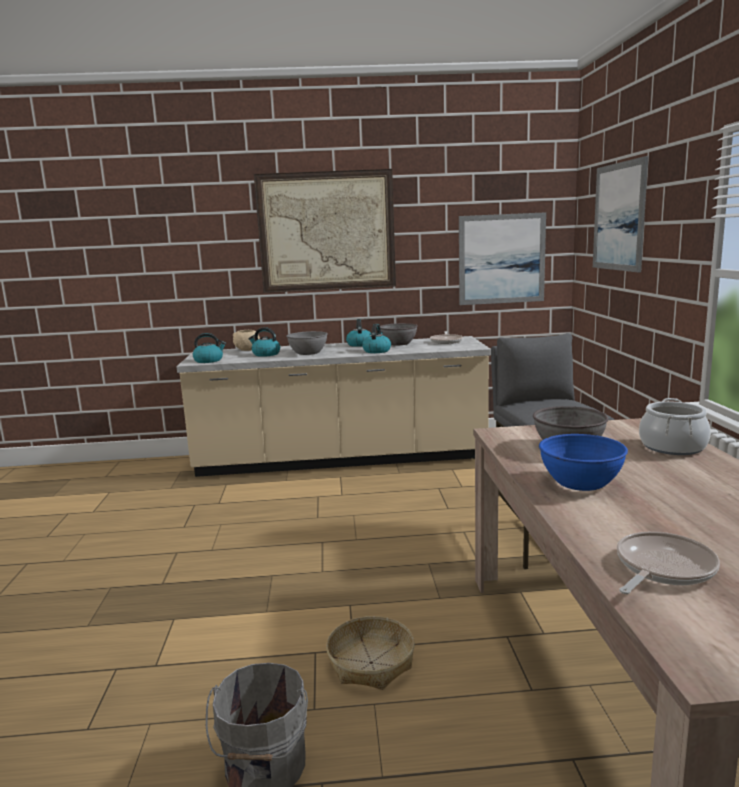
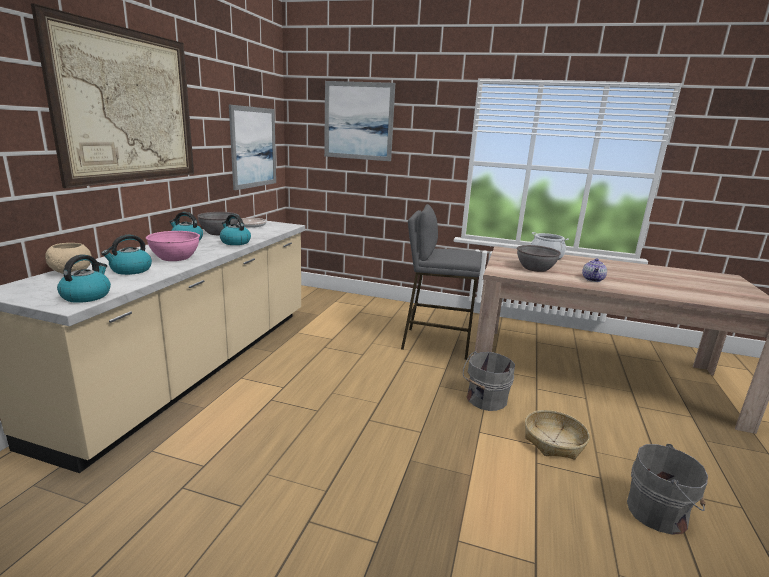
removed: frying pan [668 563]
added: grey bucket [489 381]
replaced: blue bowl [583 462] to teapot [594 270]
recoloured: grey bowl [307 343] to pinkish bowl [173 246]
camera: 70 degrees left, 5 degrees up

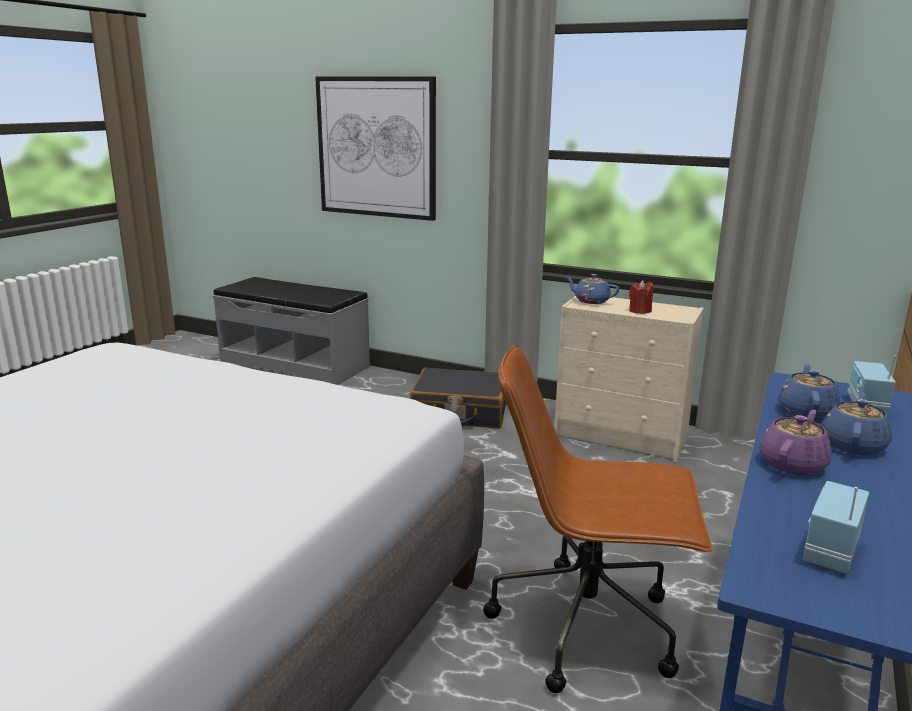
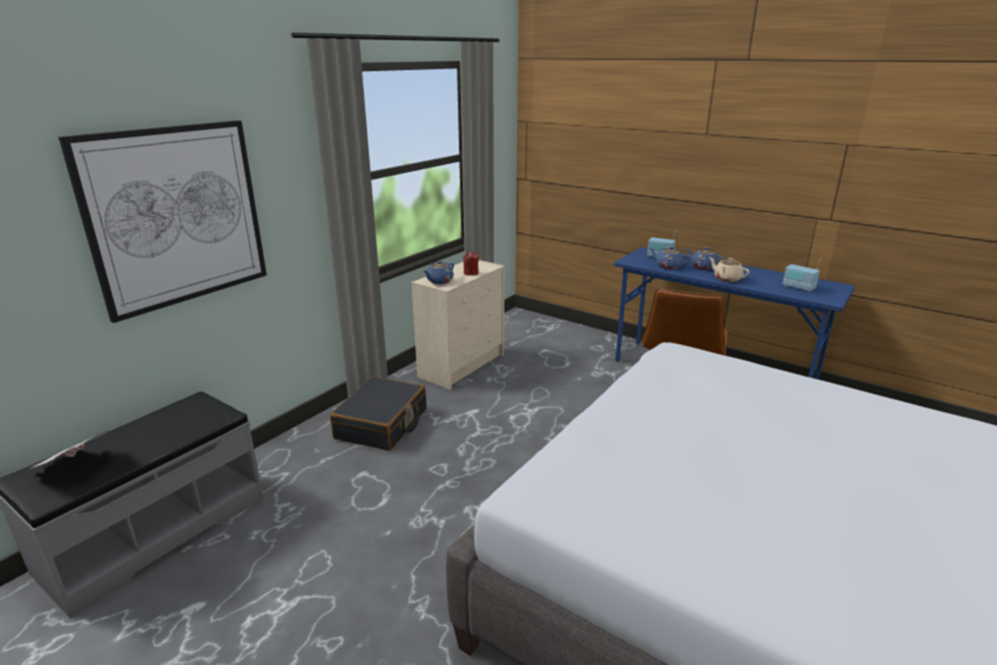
added: newspaper [69 450]
recoloured: purplish teapot [795 442] to beige-coloured teapot [729 269]
camera: 80 degrees left, 5 degrees up

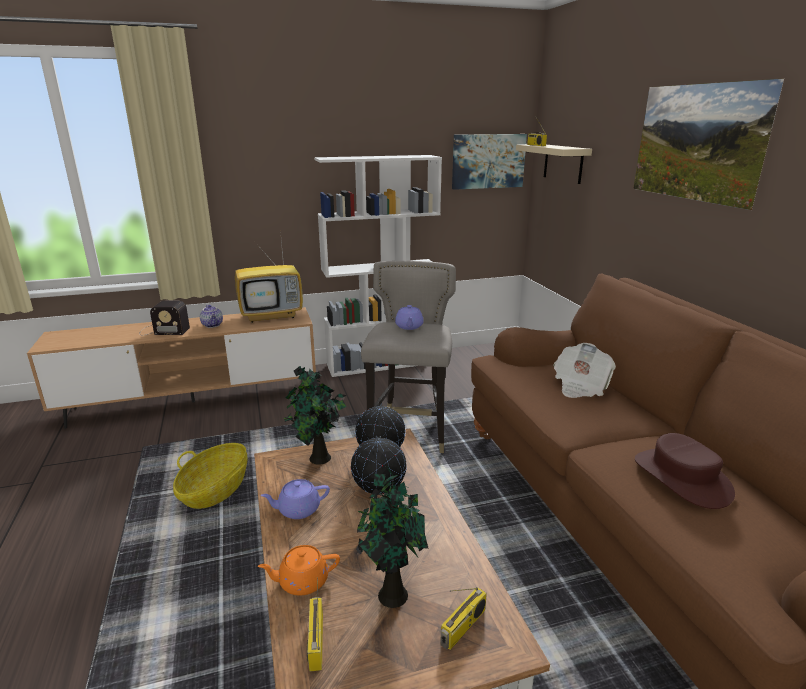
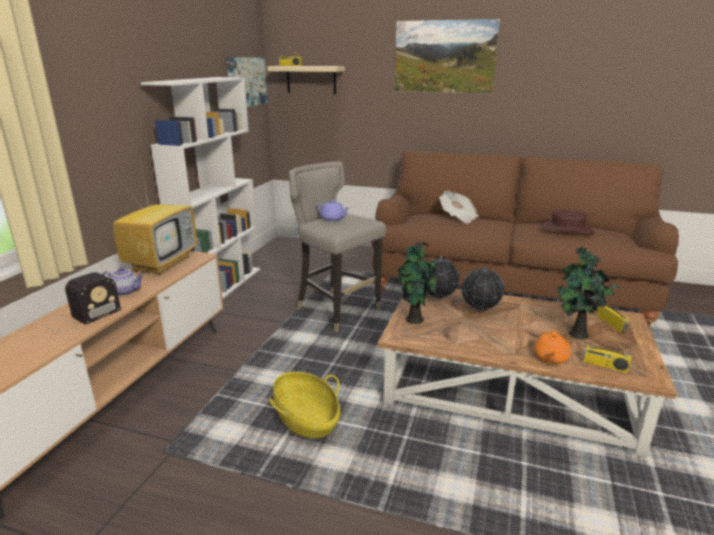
removed: purplish teapot [295 499]
camera: 55 degrees left, 0 degrees up

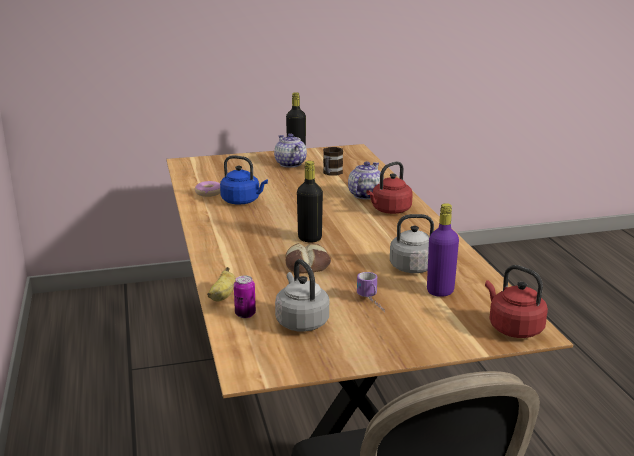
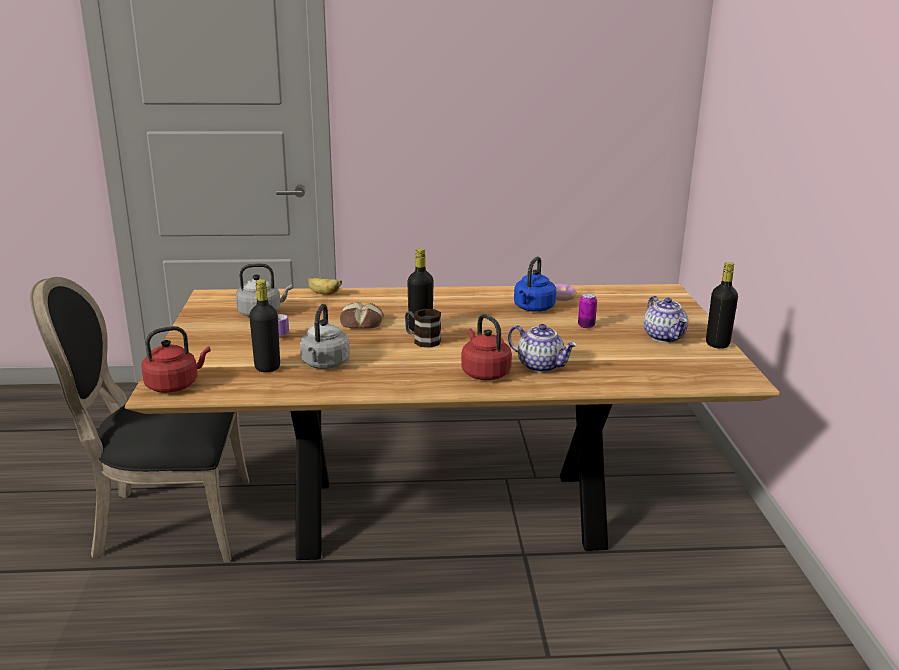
moved: mug [333 161] to [423 328]; sealed can [245 296] to [587 310]
recoloured: purplish beverage bottle [443 250] to black beverage bottle [264 325]
turned: teapot [290 150] = [666 319] 90 degrees clockwise
camera: 100 degrees right, 0 degrees up

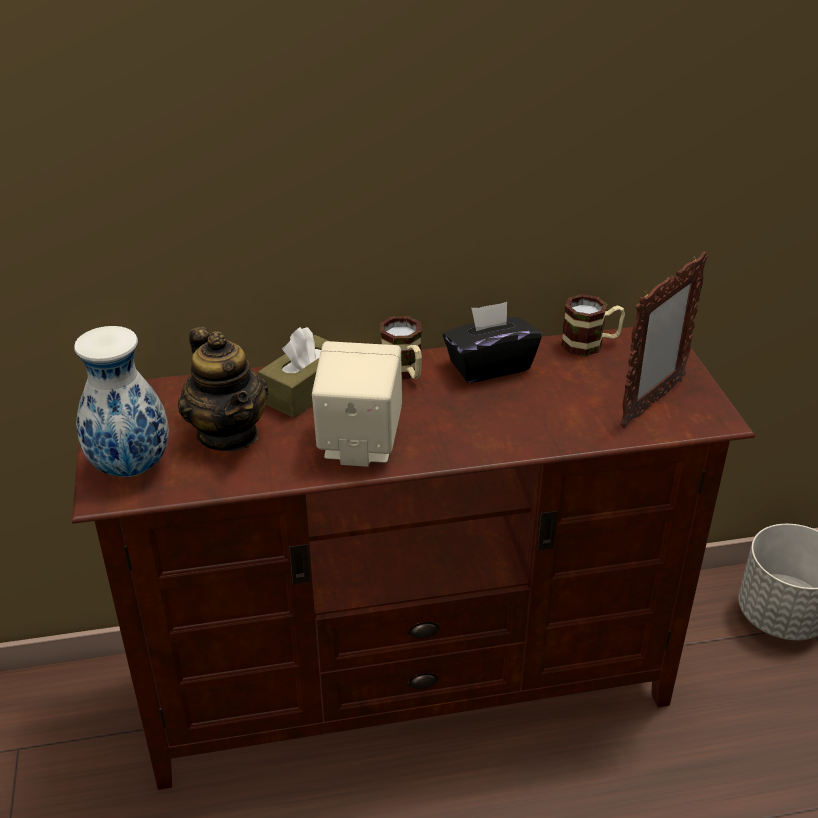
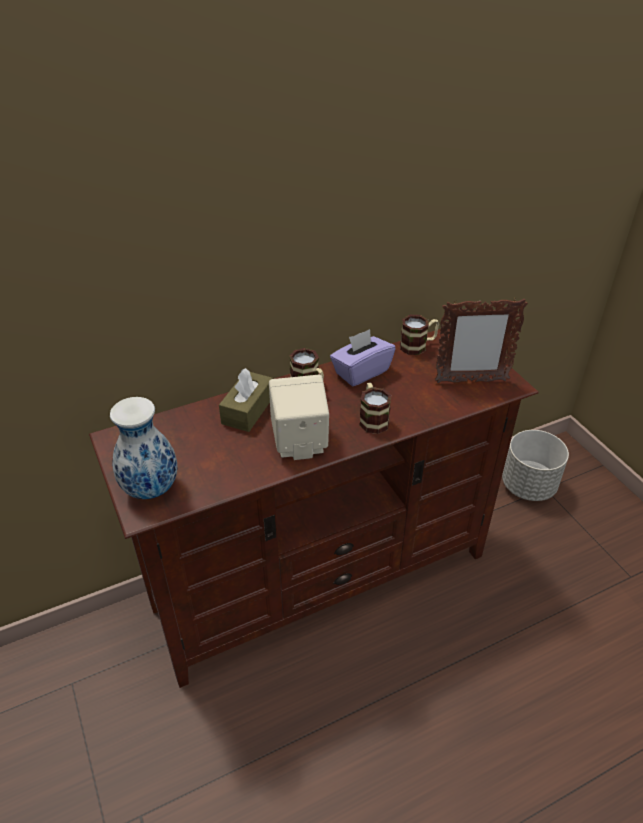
removed: teapot [223 389]
added: mug [375 408]
recoloured: black tissue box [492 342] to purplish tissue box [363 357]
turned: photo frame [664 340] = [481 340] 60 degrees clockwise
camera: 15 degrees left, 5 degrees up

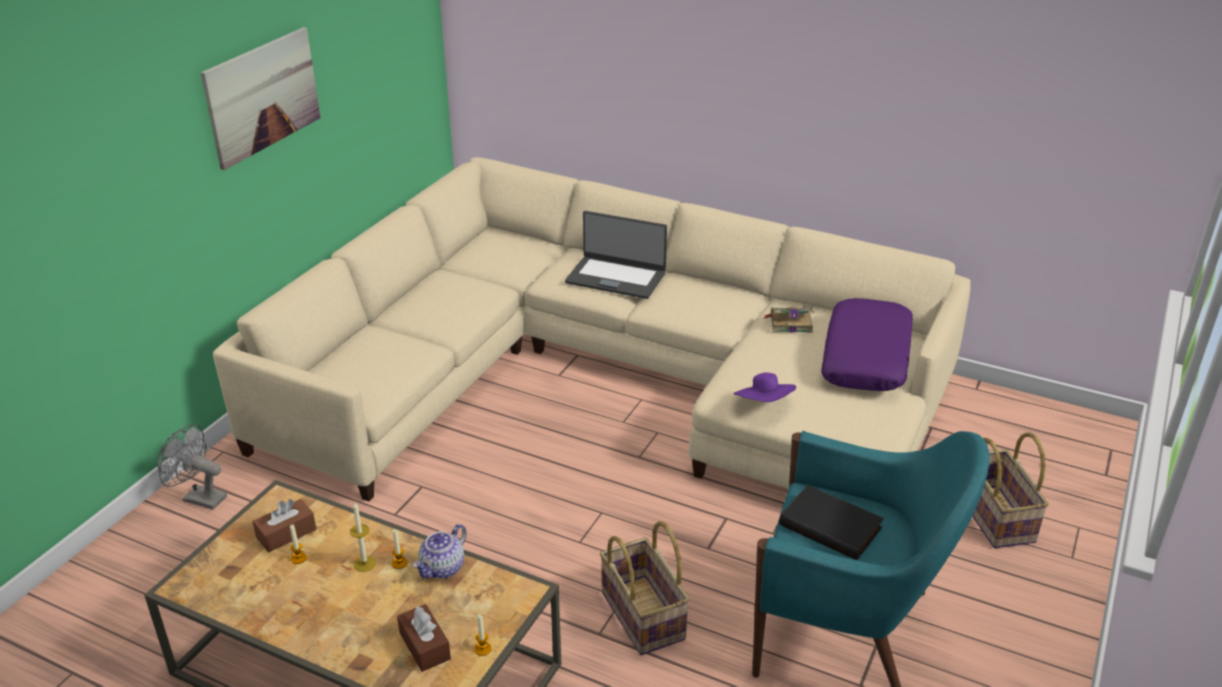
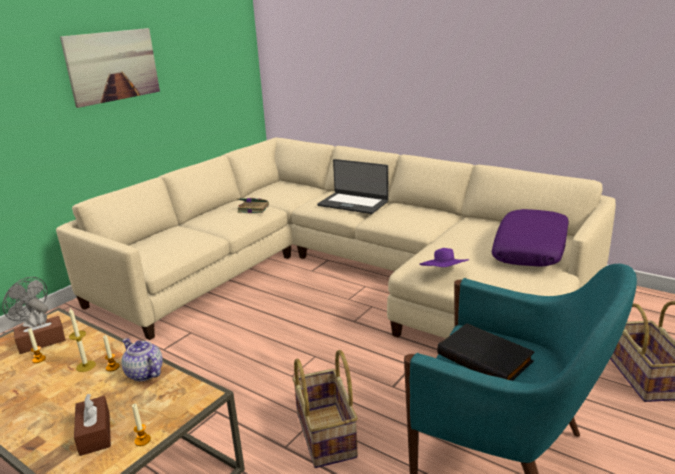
moved: book [789 320] to [253 205]
turned: teapot [440 551] = [142 359] 90 degrees clockwise
camera: 10 degrees right, 10 degrees down

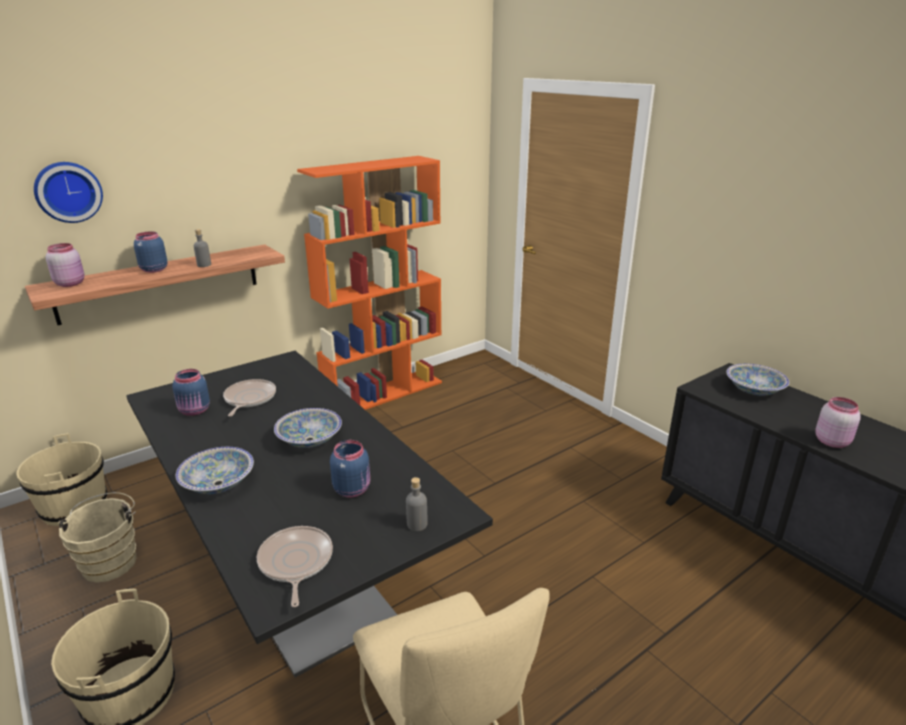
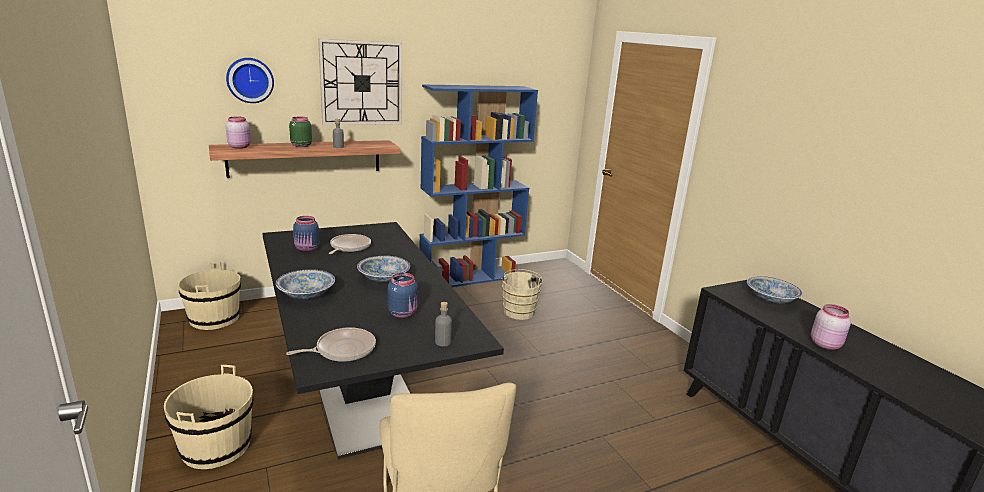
added: hanging clock [360 81]
moved: beige-coloured bucket [97 537] to [522 294]
recoloured: orangey bookshelf [369 283] to blue bookshelf [478 186]; blue storage jar [151 252] to green storage jar [300 132]
turned: frying pan [295 566] = [331 344] 60 degrees clockwise
camera: 10 degrees right, 5 degrees down

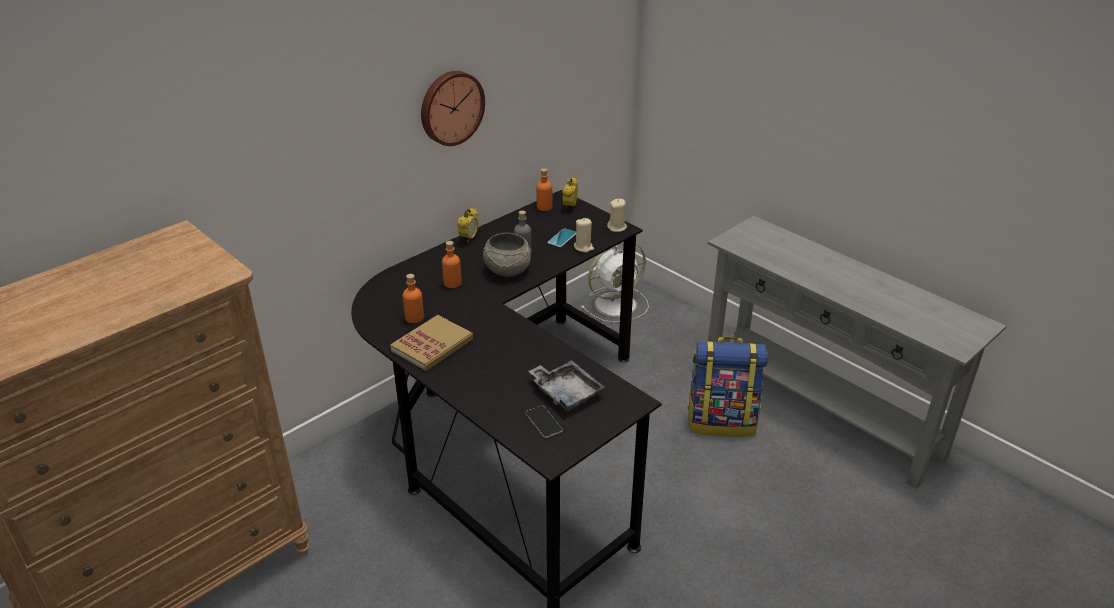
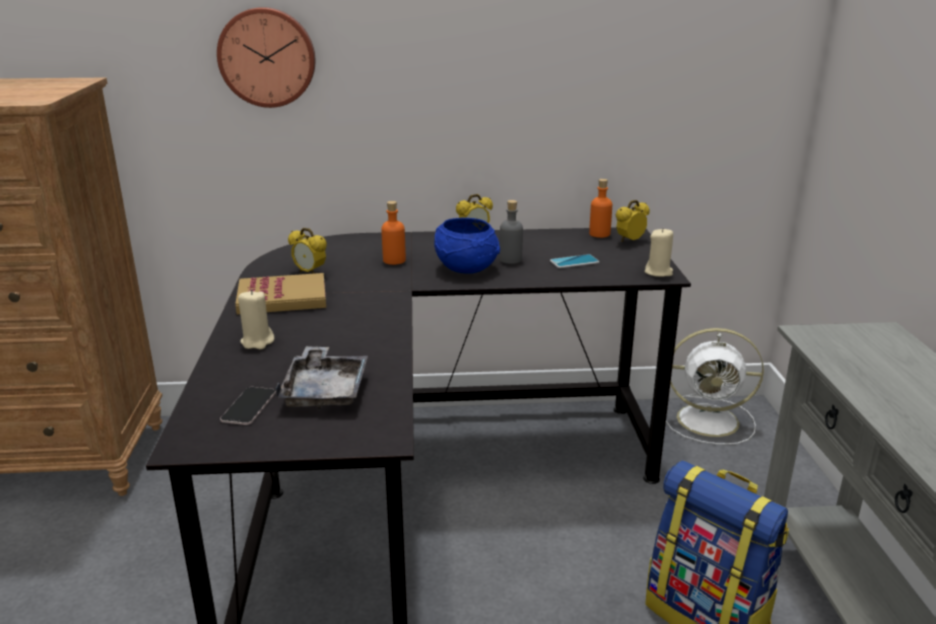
moved: hanging clock [453 108] to [266 57]; beige-coloured candle [584 235] to [256 319]
replaced: orangey beverage bottle [413 298] to alarm clock [307 251]
recoloured: grey bowl [507 255] to blue bowl [467 246]
camera: 40 degrees right, 10 degrees down

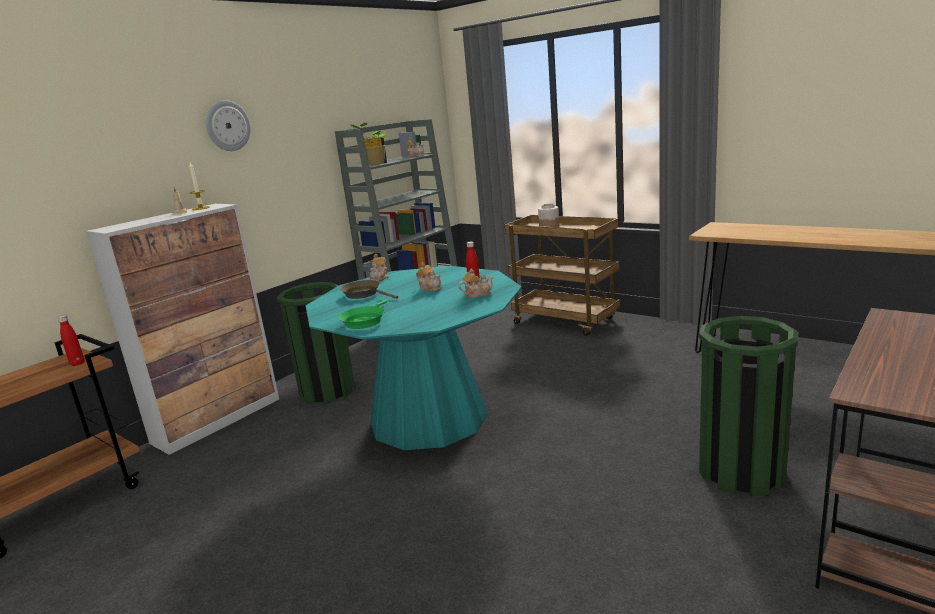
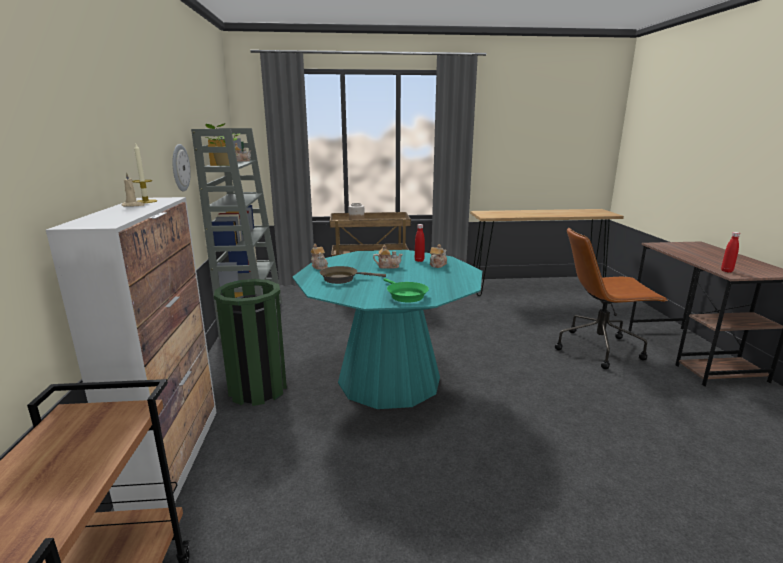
moved: hanging clock [228 125] to [181 168]; red beverage bottle [71 340] to [730 252]
replaced: green waste bin [748 406] to brownish computer chair [611 298]
camera: 45 degrees left, 0 degrees up

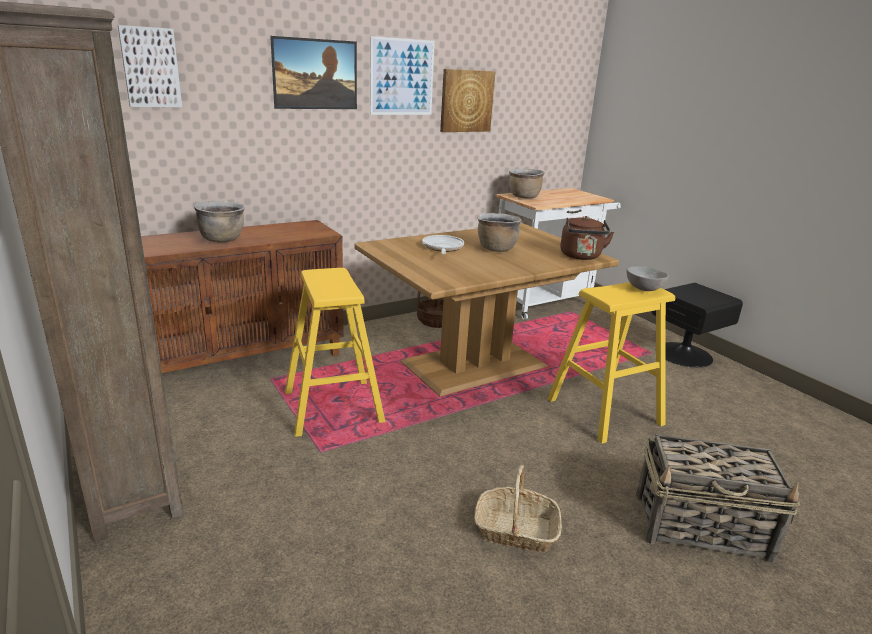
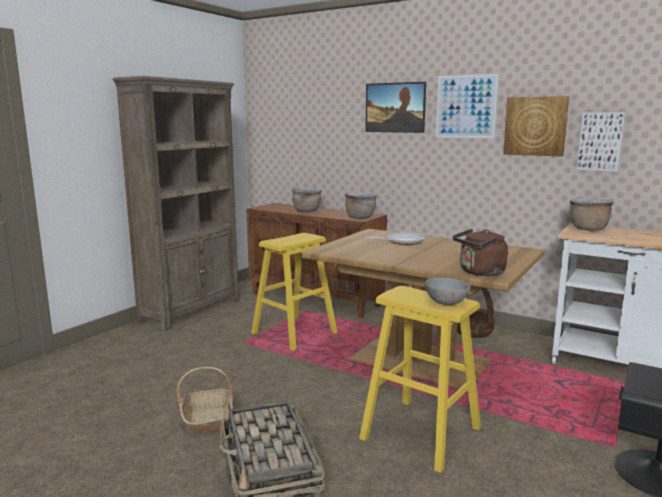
moved: wall picture [150 66] to [601 142]; brownish saucepot [499 232] to [361 206]
camera: 65 degrees right, 10 degrees down

